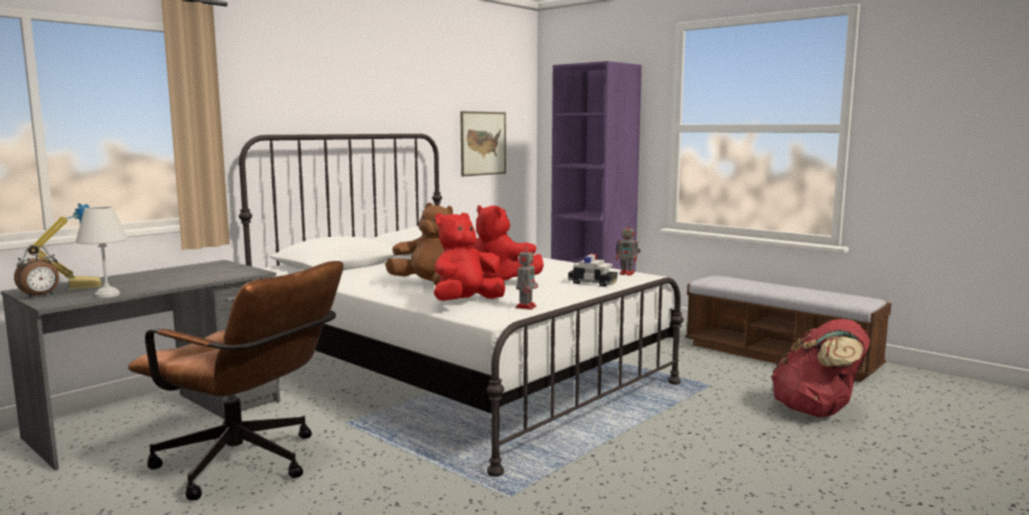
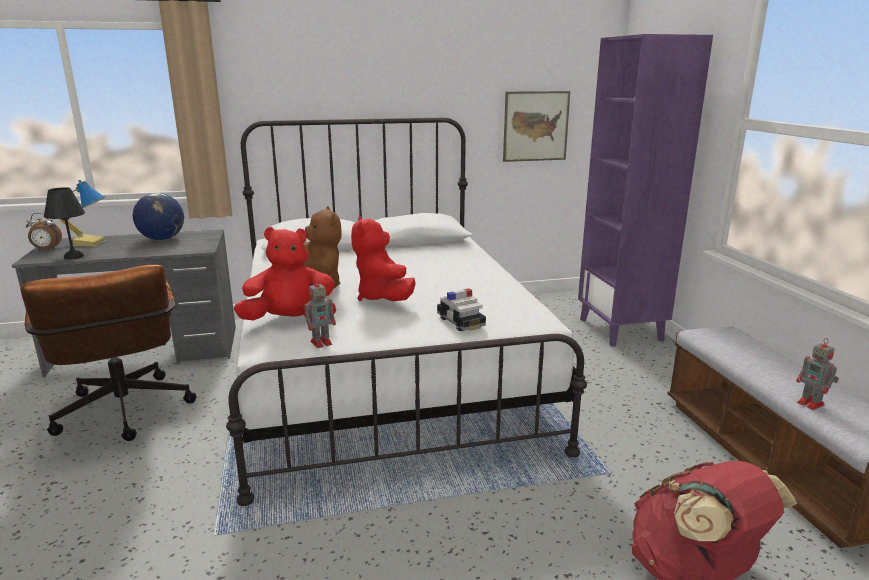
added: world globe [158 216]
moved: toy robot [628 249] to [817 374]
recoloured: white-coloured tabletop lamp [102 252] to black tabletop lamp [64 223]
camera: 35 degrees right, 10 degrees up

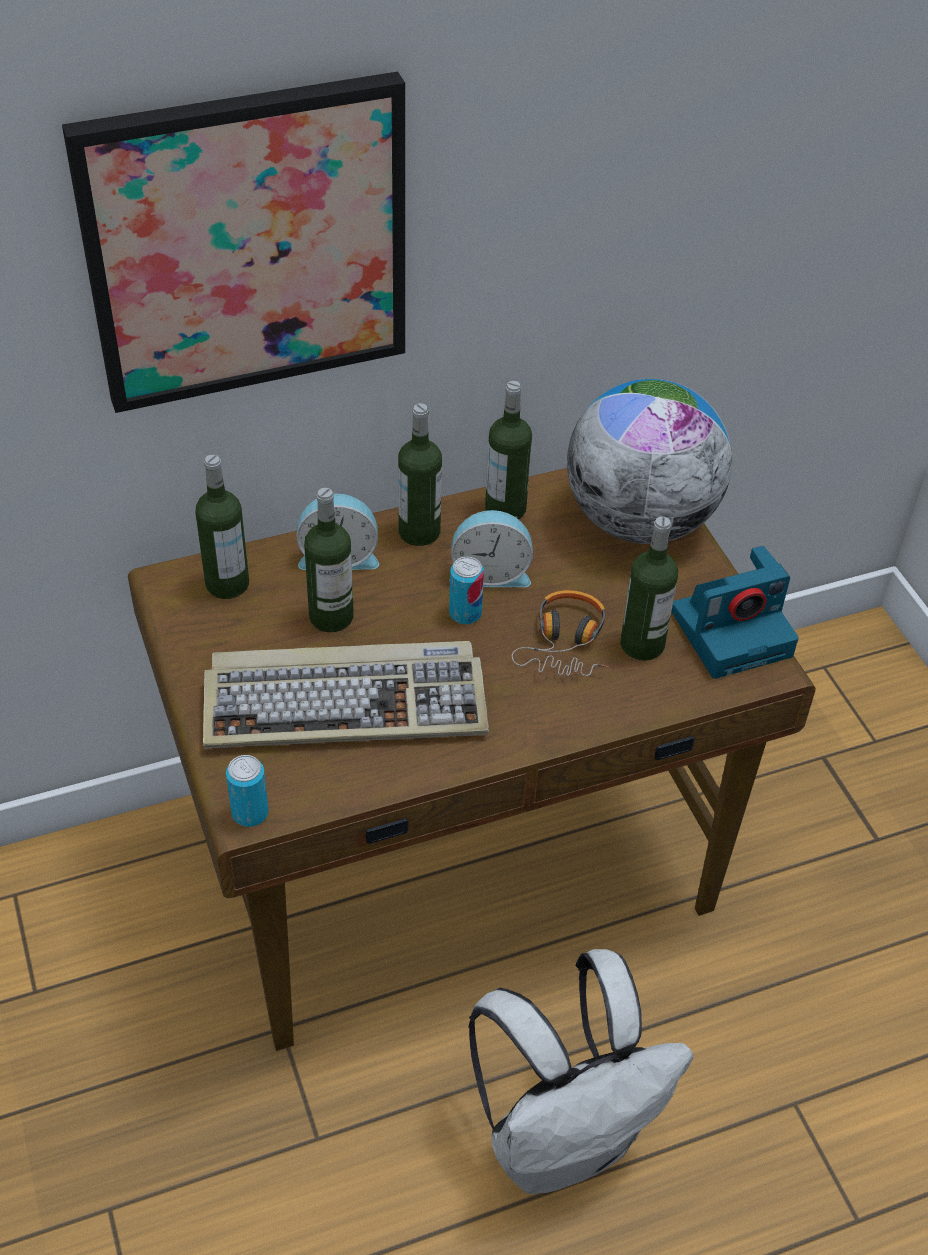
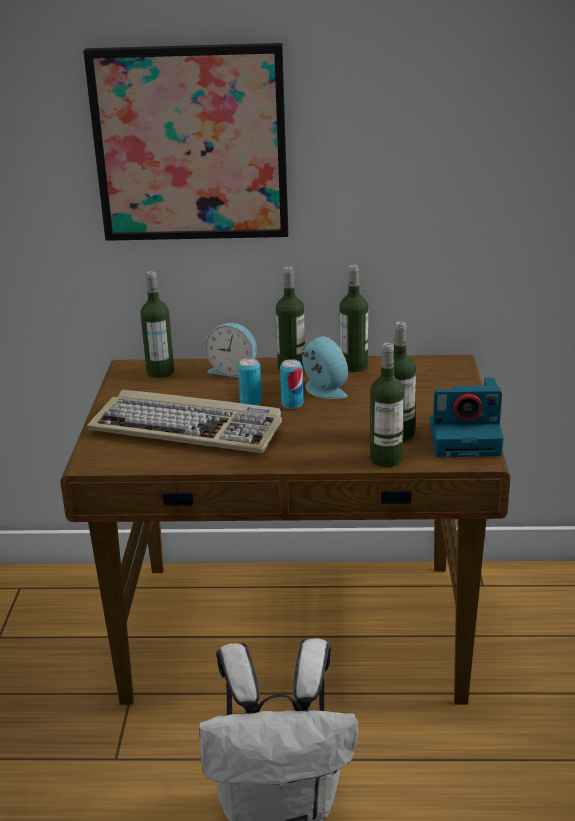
removed: world globe [649 461]; pair of headphones [560 633]
moved: beverage bottle [329 560] to [387 405]; sealed can [247 791] to [250 381]
turned: alarm clock [491 548] = [324 367] 150 degrees counterclockwise
camera: 25 degrees right, 20 degrees down

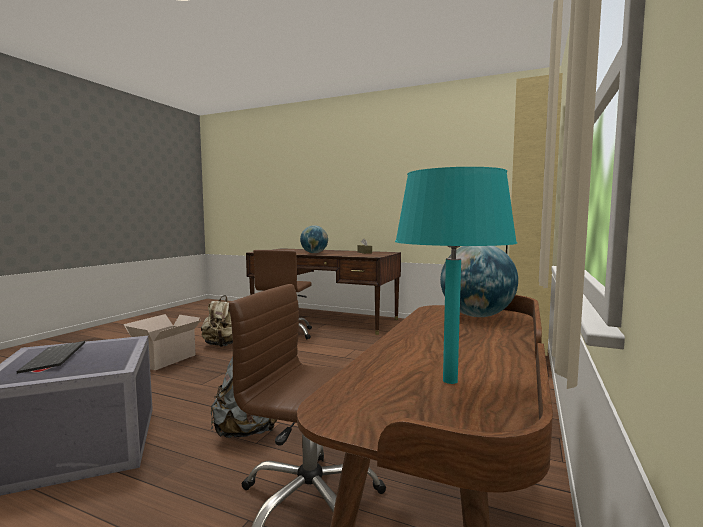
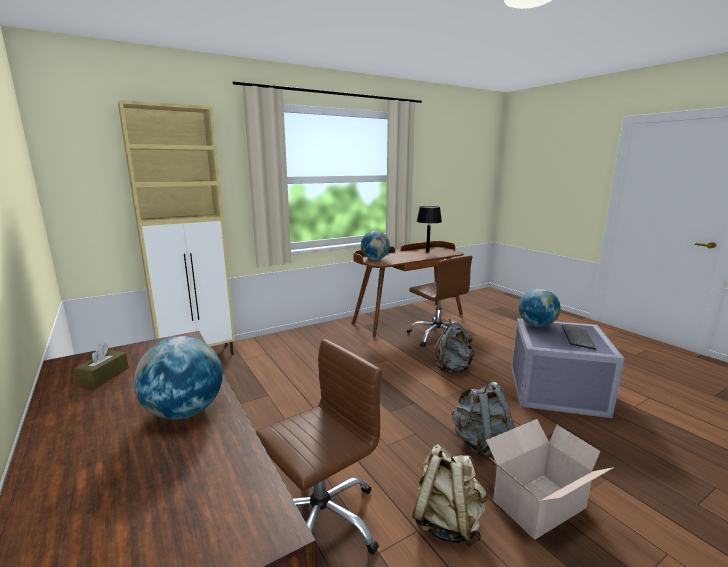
added: world globe [540 307]; grey rucksack [483 419]
recoloured: turquoise tabletop lamp [456 275] to black tabletop lamp [429 229]
camera: 145 degrees left, 10 degrees up

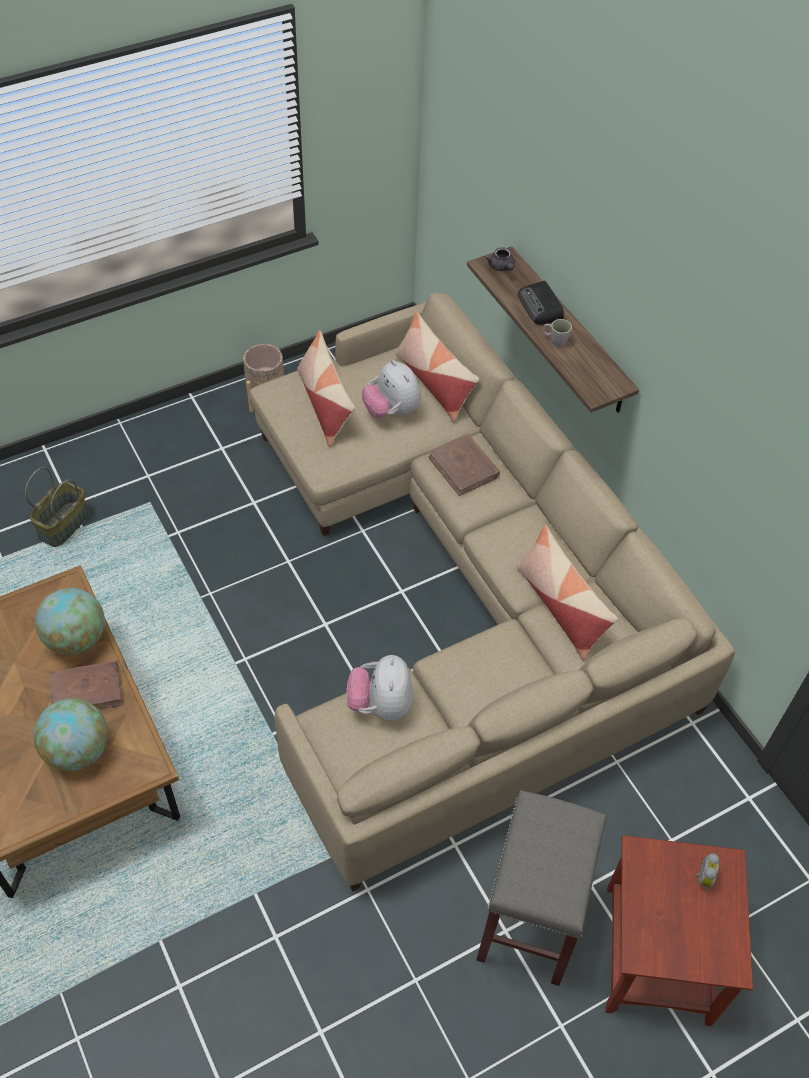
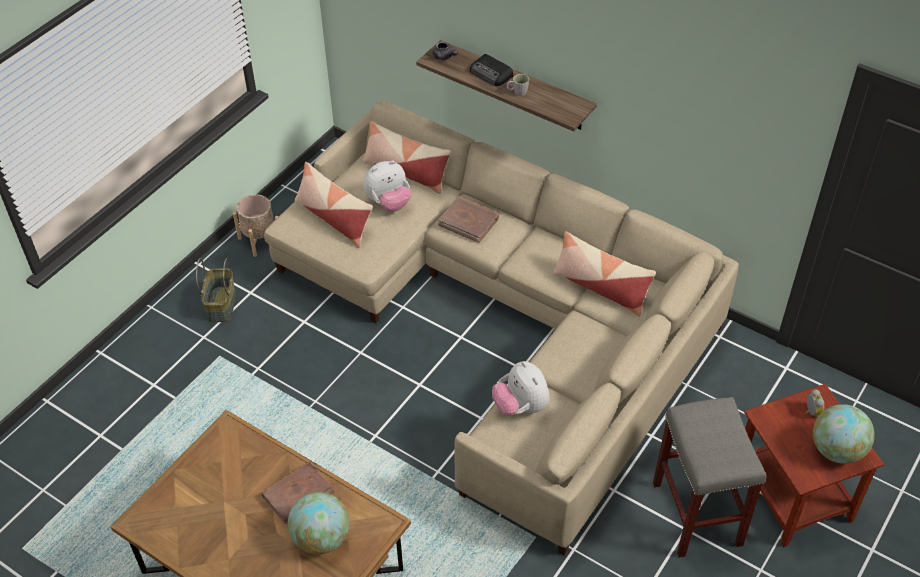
moved: storage basket [57 507] to [216 290]; world globe [70 621] to [844 434]
turned: plush toy [391 389] = [387 185] 60 degrees counterclockwise
camera: 25 degrees left, 5 degrees down

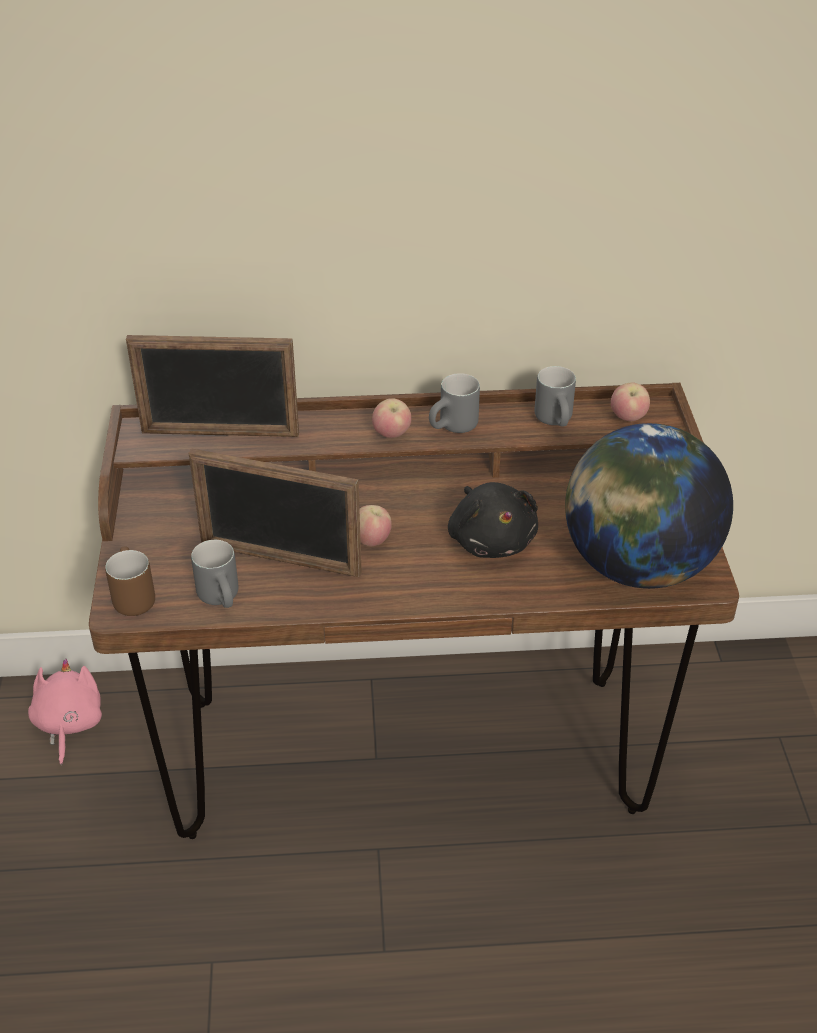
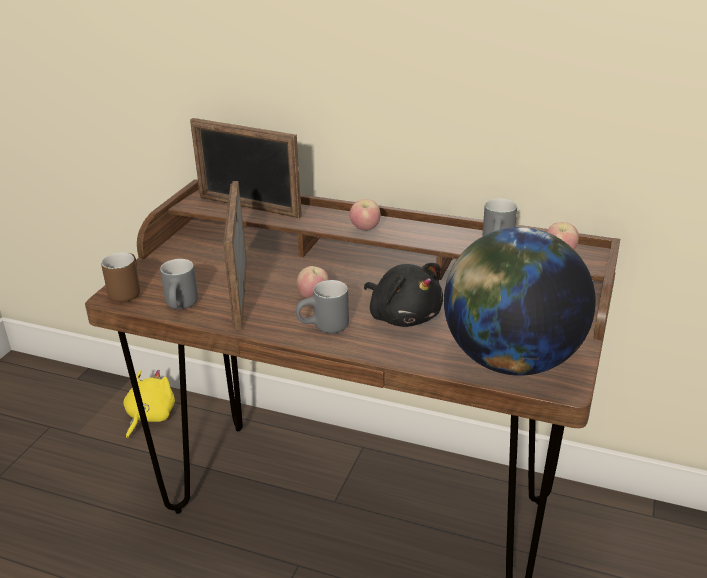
moved: grey mug [454 403] to [322 306]
recoloured: pinkish plush toy [65 712] to yellowish plush toy [149 404]
turned: photo frame [275 512] = [235 255] 45 degrees clockwise; black plush toy [493 520] = [403 295] 45 degrees counterclockwise
camera: 25 degrees right, 10 degrees down

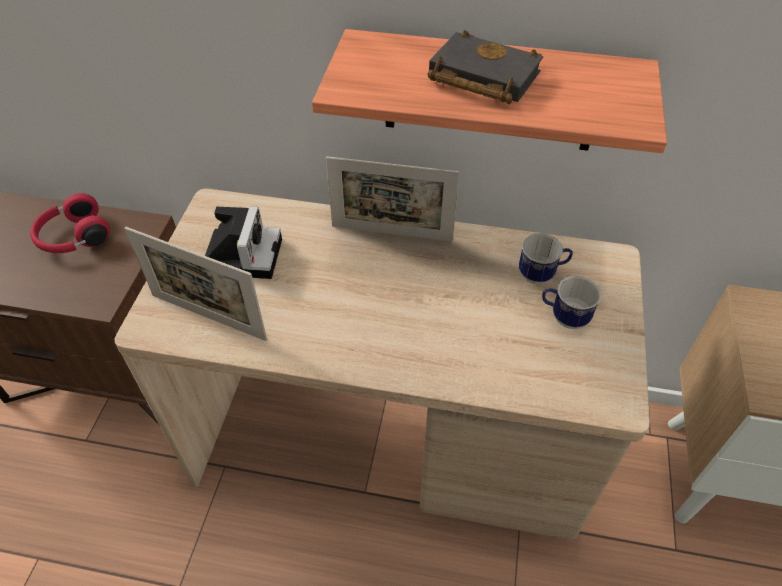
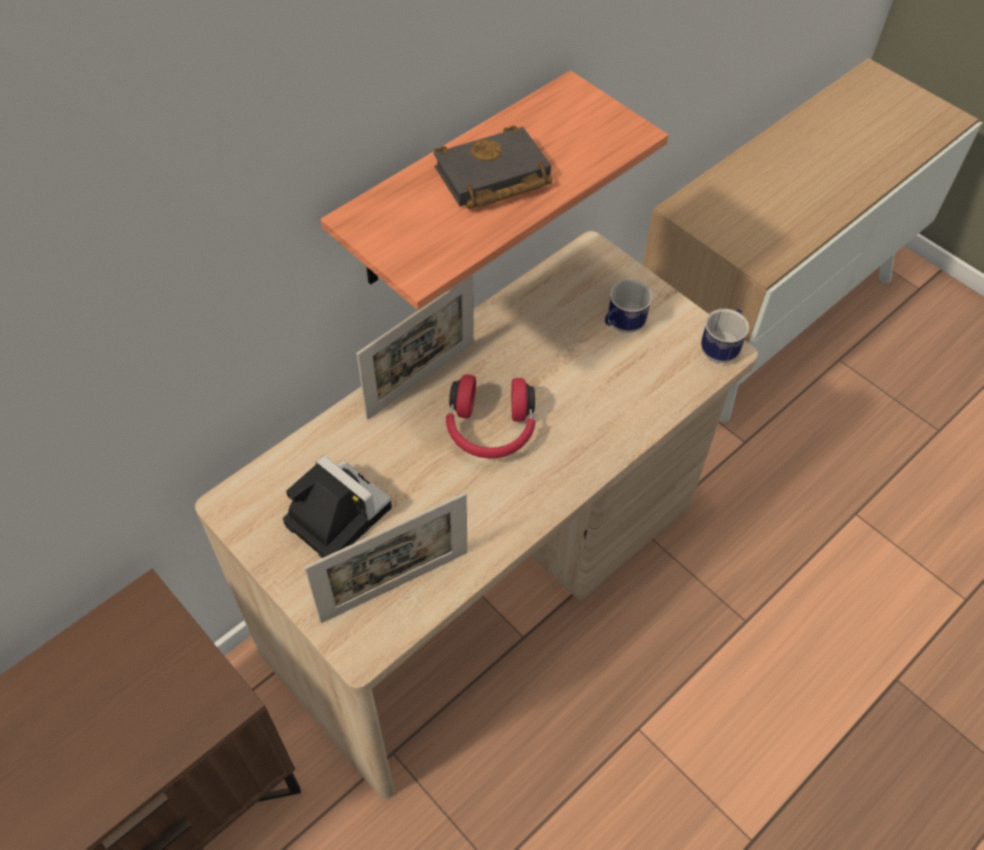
moved: red pair of headphones [70 223] to [490 416]; mug [546 258] to [725 336]
camera: 55 degrees left, 5 degrees up

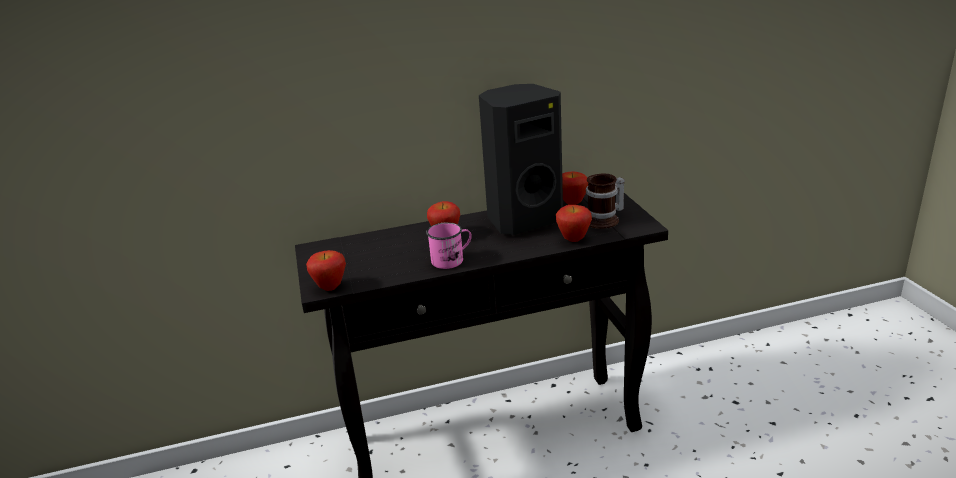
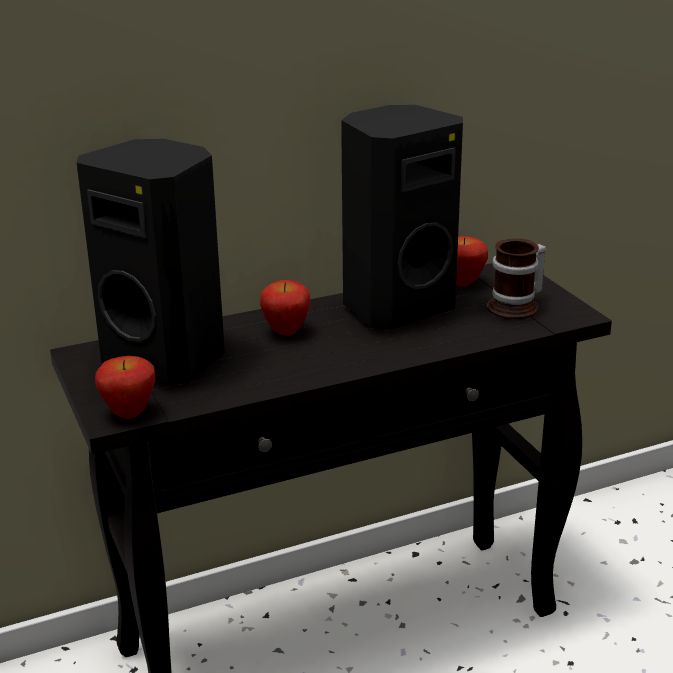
removed: apple fruit [574 223]; pinkish mug [449 245]
added: black speaker [151 262]
camera: 10 degrees left, 0 degrees up

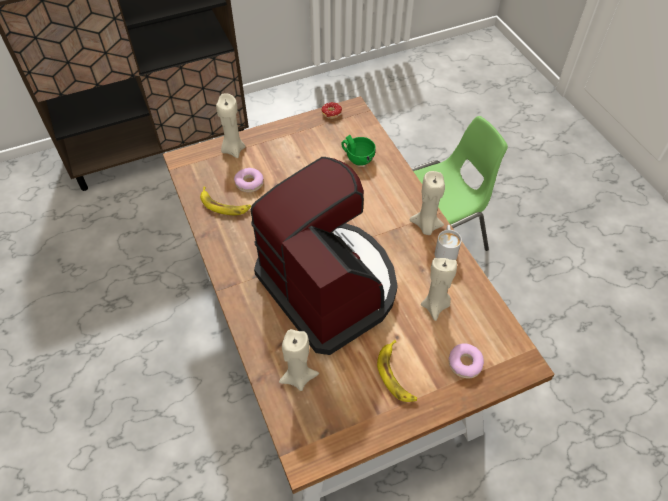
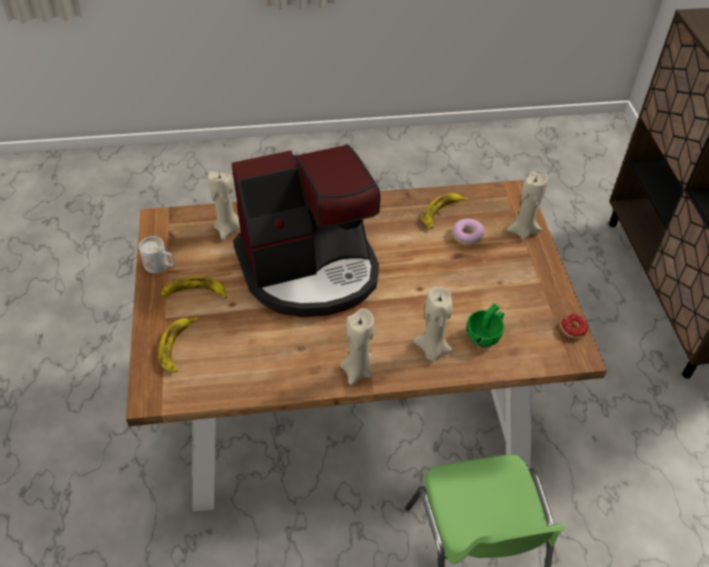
moved: white-coloured mug [448 242] to [157 254]; beige-coloured candle [439 289] to [433 324]
replaced: ring doughnut [466 360] to banana [178 345]
camera: 105 degrees right, 5 degrees down

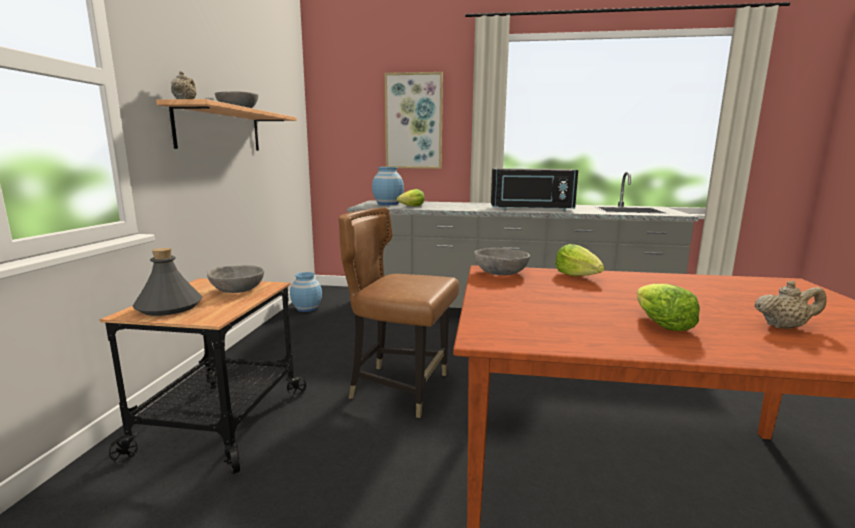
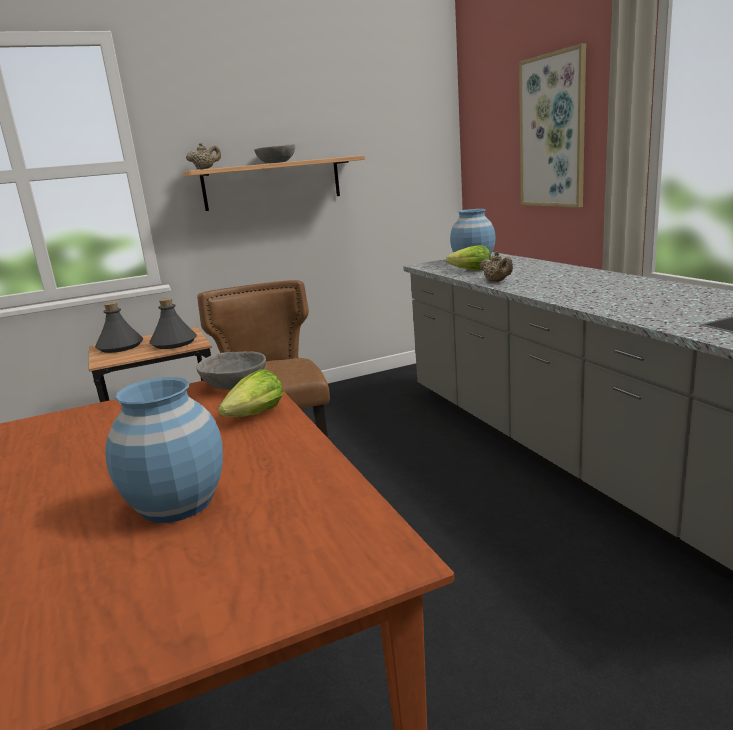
removed: black microwave oven [534 189]; lettuce head [668 307]
moved: blue decorative vase [306 292] to [164 450]; beige-coloured teapot [790 305] to [496 266]
replaced: grey bowl [235 279] to grey beverage bottle [173 323]
camera: 60 degrees right, 5 degrees up

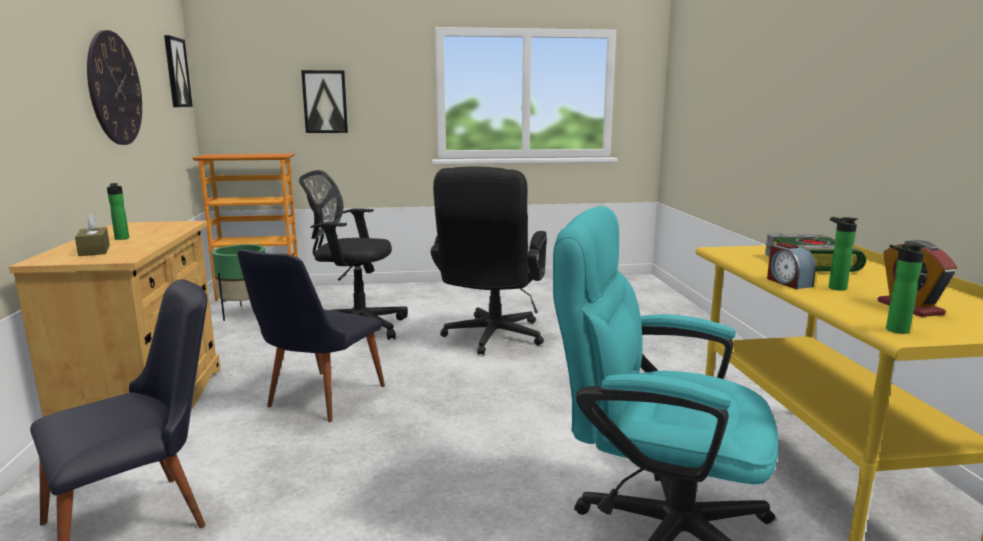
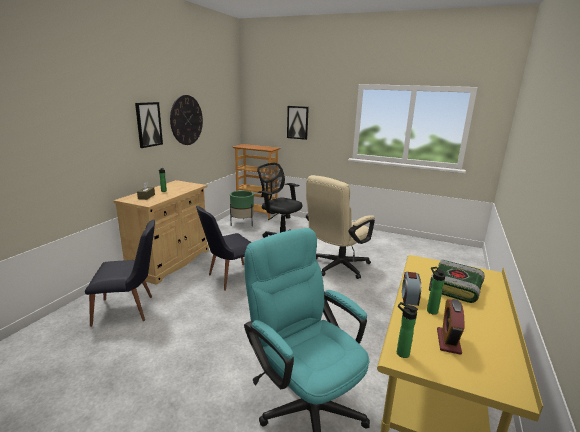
moved: wall picture [178 71] to [149 125]
recoloured: black computer chair [489 260] to beige-coloured computer chair [340 227]
camera: 30 degrees right, 5 degrees up

